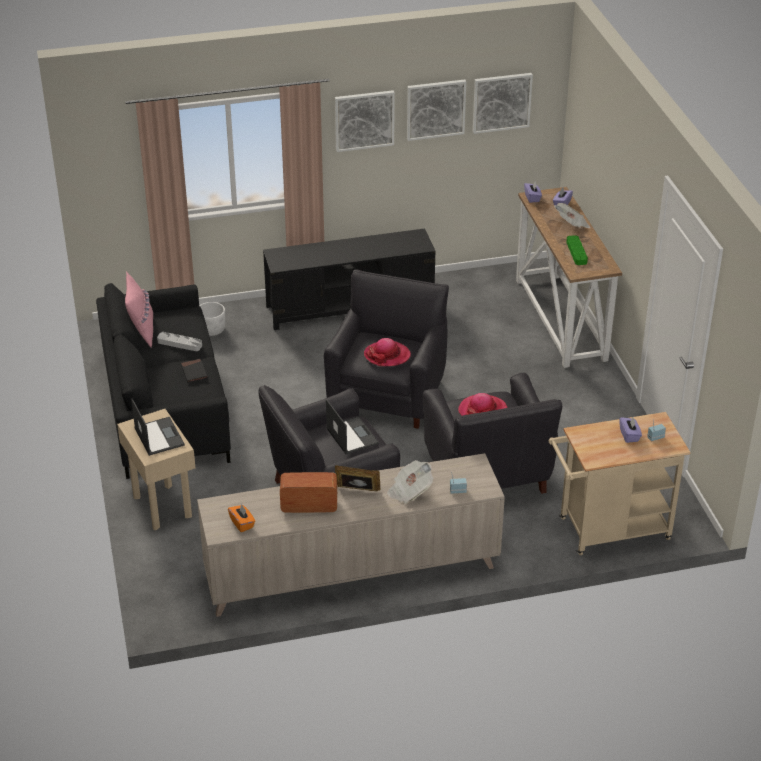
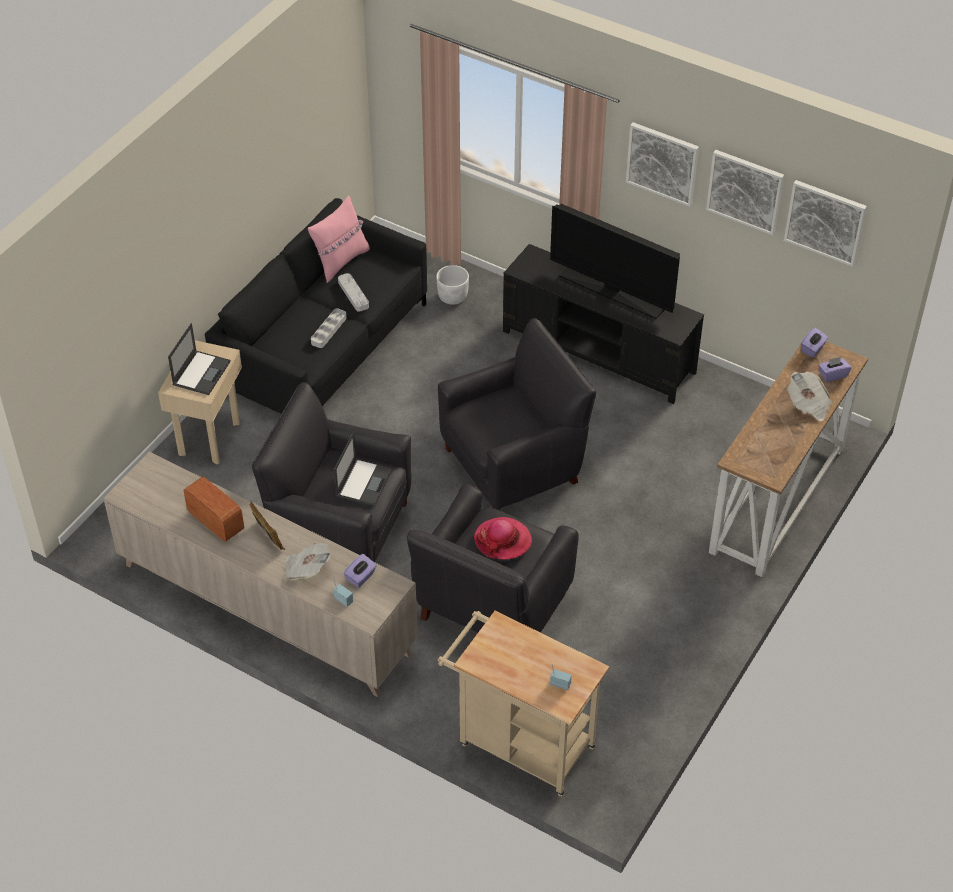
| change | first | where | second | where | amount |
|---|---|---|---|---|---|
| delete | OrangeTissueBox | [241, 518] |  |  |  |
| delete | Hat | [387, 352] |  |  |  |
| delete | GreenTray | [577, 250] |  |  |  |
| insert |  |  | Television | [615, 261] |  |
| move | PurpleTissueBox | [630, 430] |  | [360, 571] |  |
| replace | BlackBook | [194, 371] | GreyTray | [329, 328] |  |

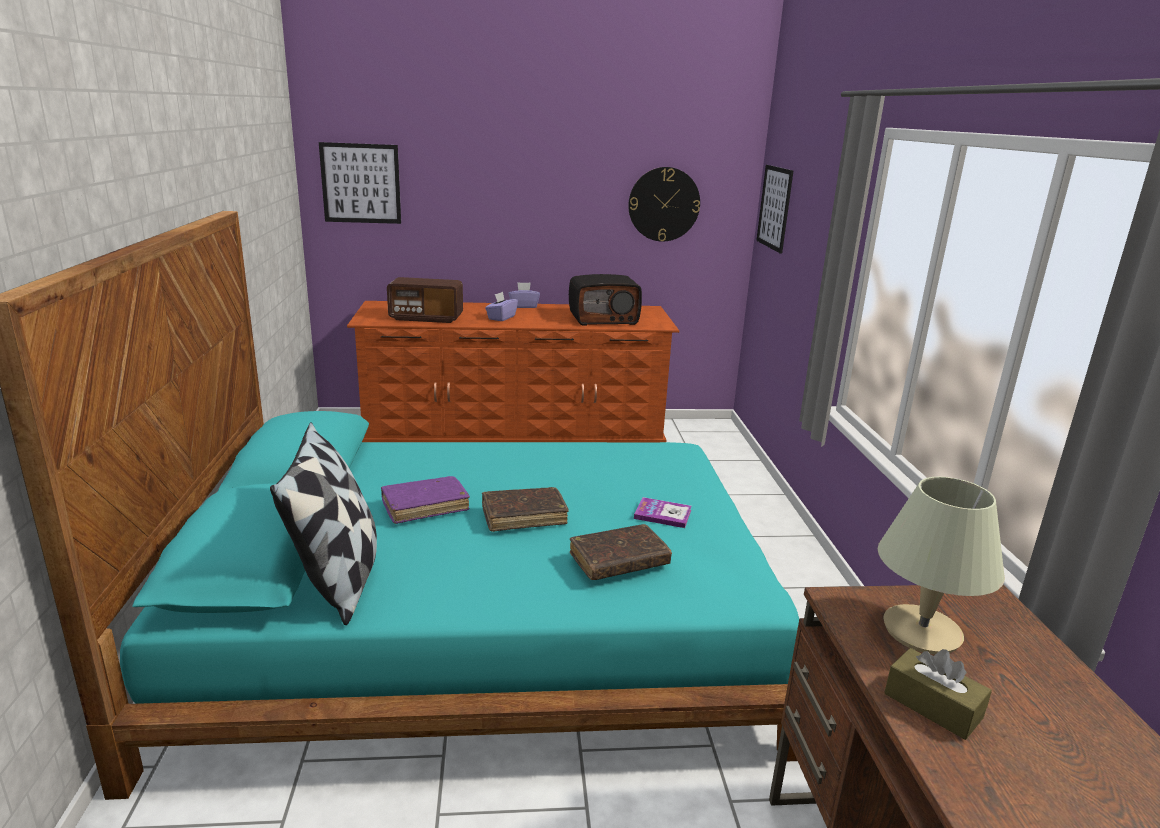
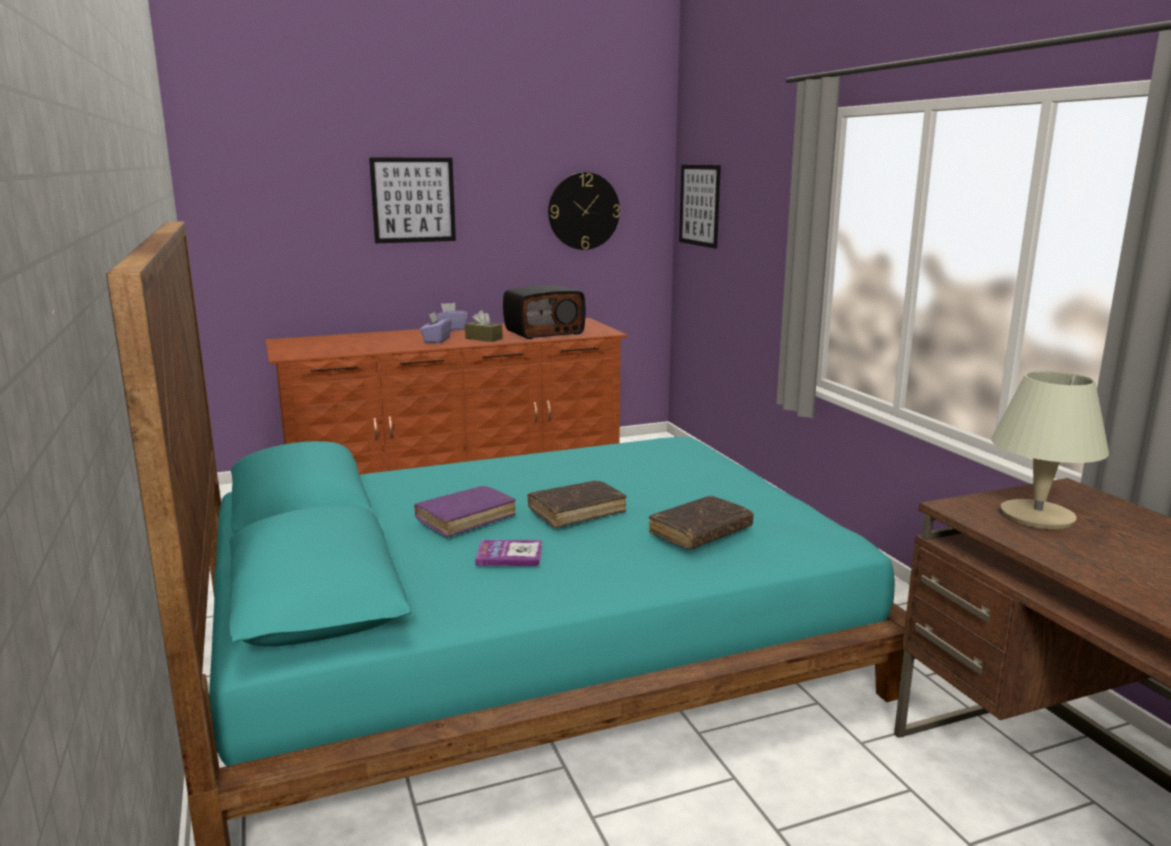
| change | first | where | second | where | amount |
|---|---|---|---|---|---|
| delete | Pillow | [323, 523] |  |  |  |
| delete | Radio | [425, 300] |  |  |  |
| move | Picture | [360, 183] |  | [412, 200] |  |
| move | Book | [663, 512] |  | [508, 553] |  |
| move | BrownTissueBox | [938, 694] |  | [484, 326] |  |

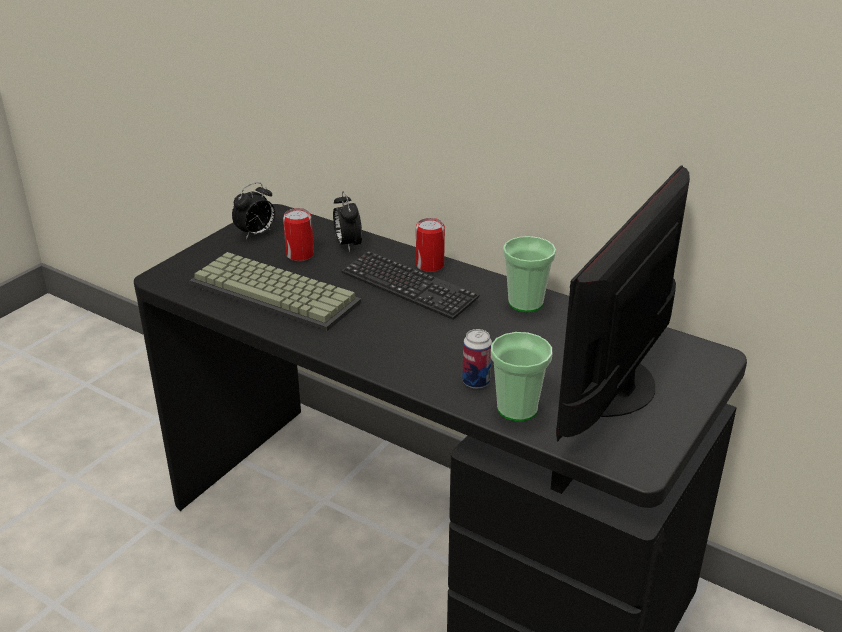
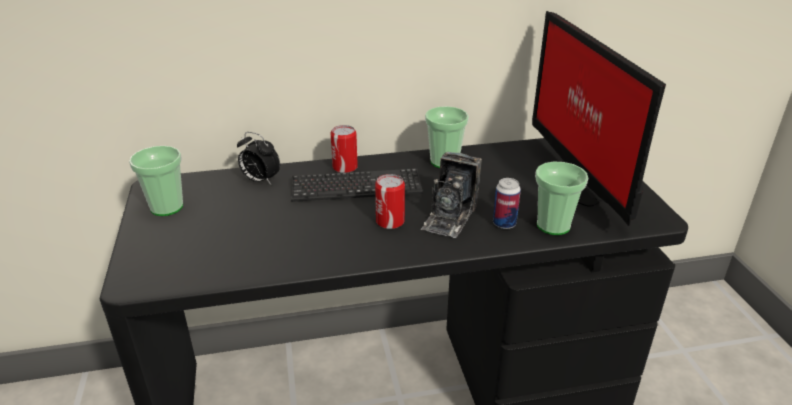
| change | first | where | second | where | amount |
|---|---|---|---|---|---|
| delete | Keyboard | [275, 292] |  |  |  |
| insert |  |  | PhotoCamera | [451, 195] |  |
| move | Can | [298, 234] |  | [390, 201] |  |
| replace | AlarmClock | [253, 210] | Cup | [156, 181] |  |

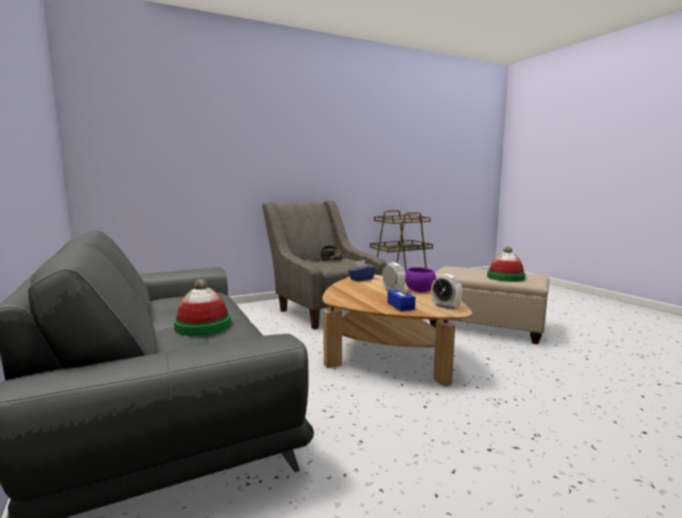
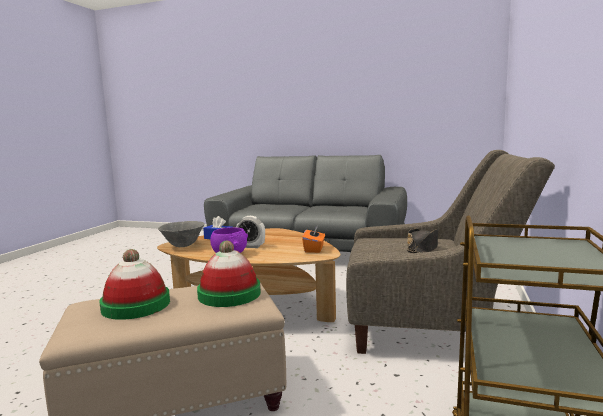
| change | first | where | second | where | amount |
|---|---|---|---|---|---|
| move | Hat | [202, 307] |  | [229, 273] |  |
| replace | AlarmClock | [446, 291] | GreyBowl | [181, 234] |  |
| recolor | BlueTissueBox | [362, 270] | OrangeTissueBox | [313, 239] |  |

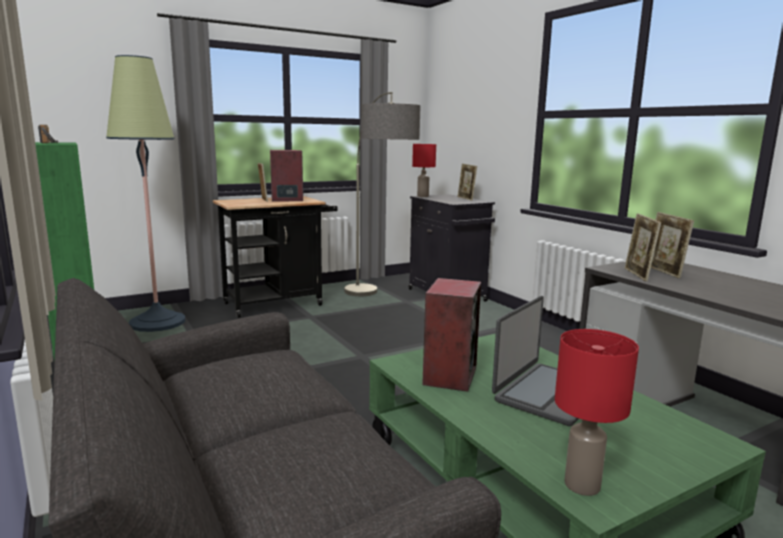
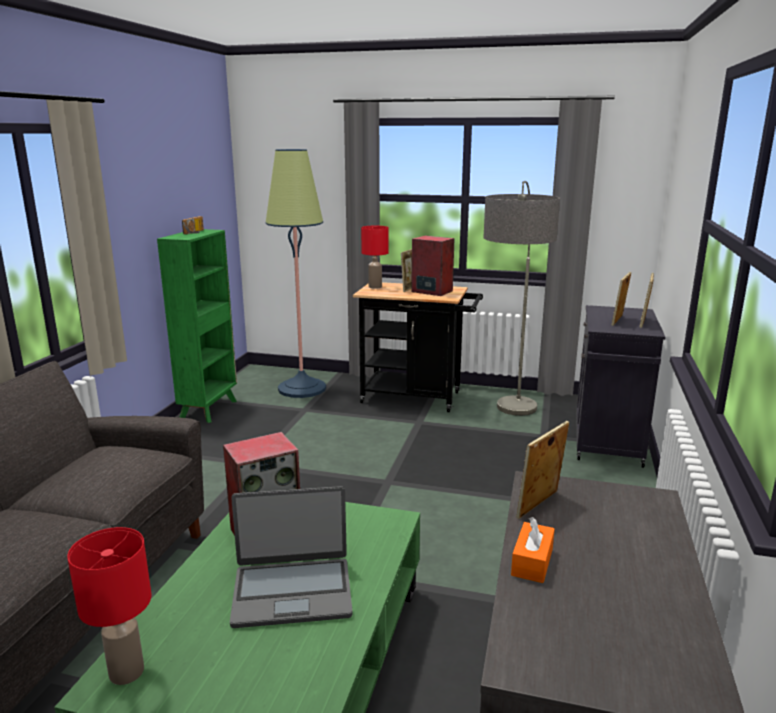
| change | first | where | second | where | amount |
|---|---|---|---|---|---|
| insert |  |  | OrangeTissueBox | [533, 550] |  |
| move | RedTableLamp | [424, 170] |  | [375, 257] |  |
| move | PictureFrame | [672, 245] |  | [621, 299] |  |

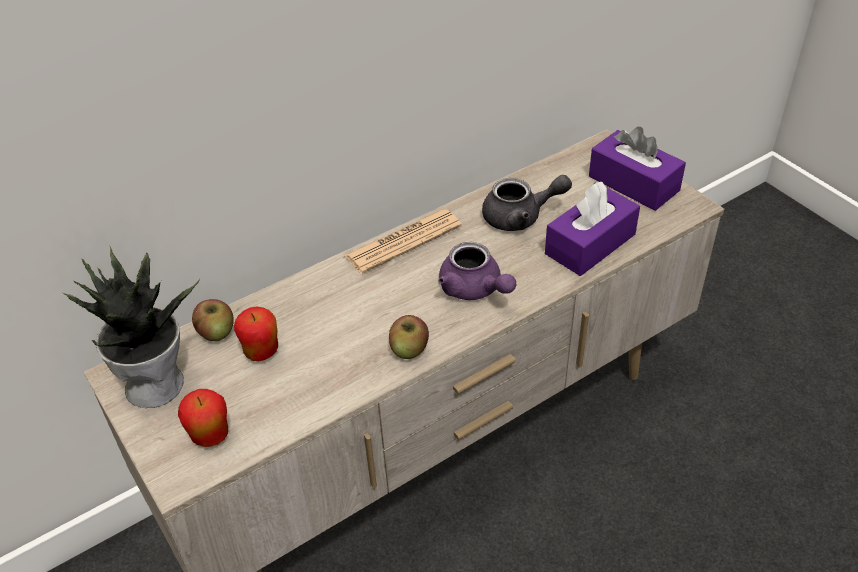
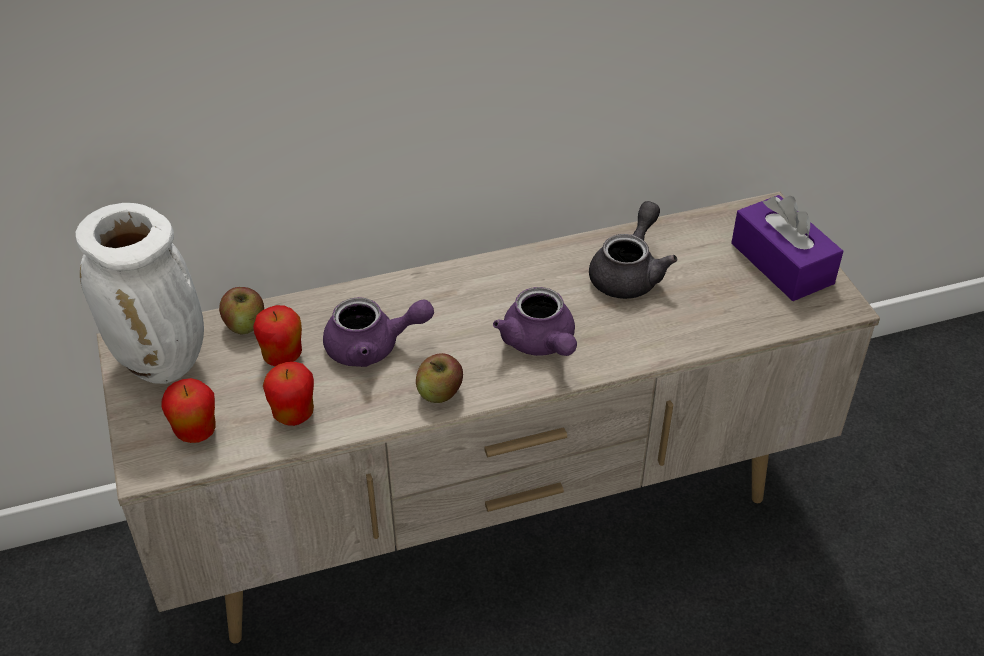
| change | first | where | second | where | amount |
|---|---|---|---|---|---|
| delete | Newspaper | [403, 241] |  |  |  |
| delete | PurpleTissueBox | [592, 229] |  |  |  |
| insert |  |  | Apple | [288, 394] |  |
| insert |  |  | PurpleTeapot | [378, 332] |  |
| replace | PottedPlant | [131, 326] | WhiteVase | [140, 293] |  |
| rotate | GreyTeapot | [527, 203] |  | [633, 250] | 75 degrees counterclockwise |

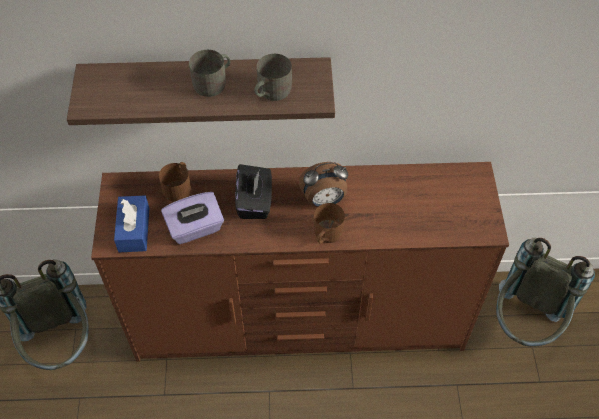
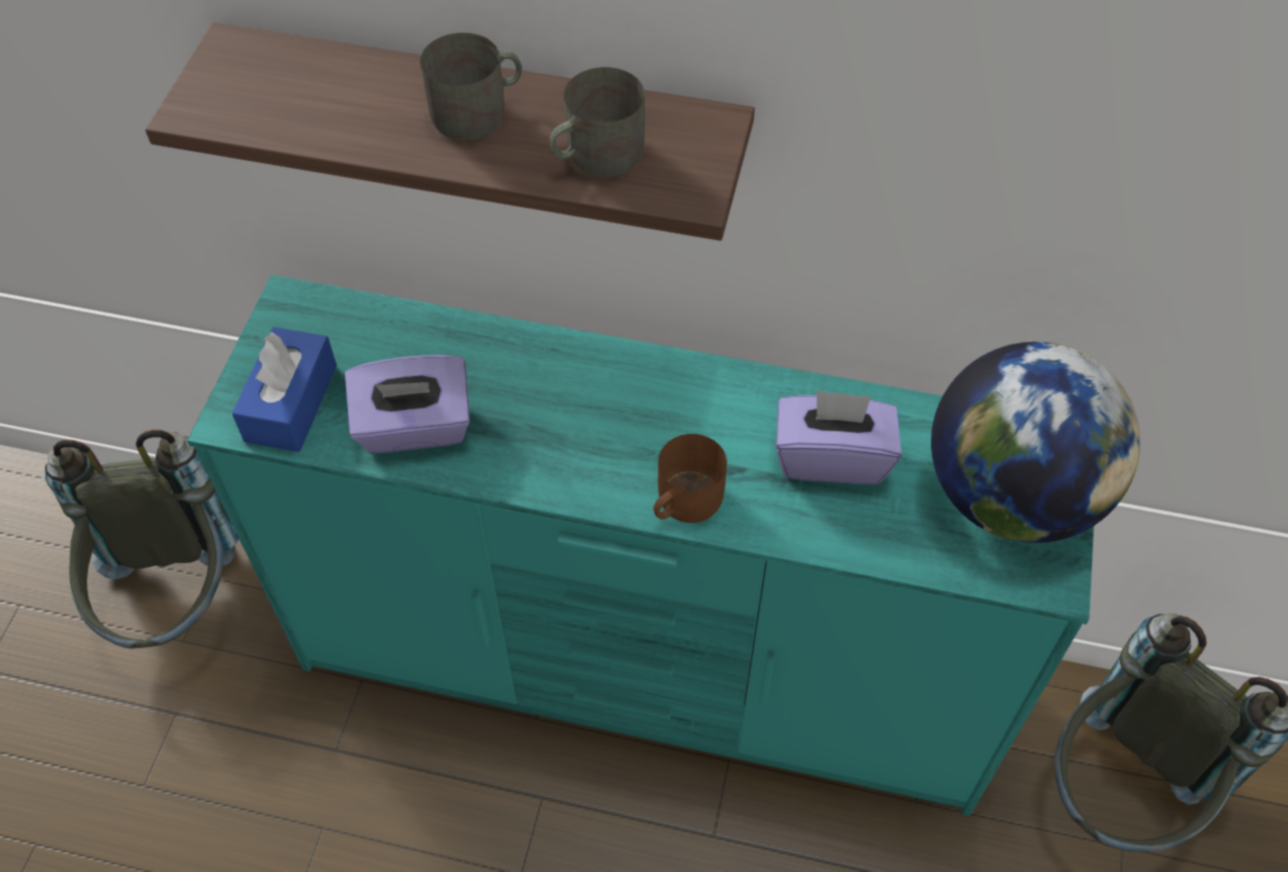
| change | first | where | second | where | amount |
|---|---|---|---|---|---|
| delete | BrownMug | [175, 182] |  |  |  |
| delete | BlackTissueBox | [253, 191] |  |  |  |
| delete | AlarmClock | [323, 184] |  |  |  |
| insert |  |  | PurpleTissueBox | [839, 437] |  |
| insert |  |  | Globe | [1035, 442] |  |
| recolor | BrownDresser | [300, 262] | TurquoiseDresser | [640, 545] |  |

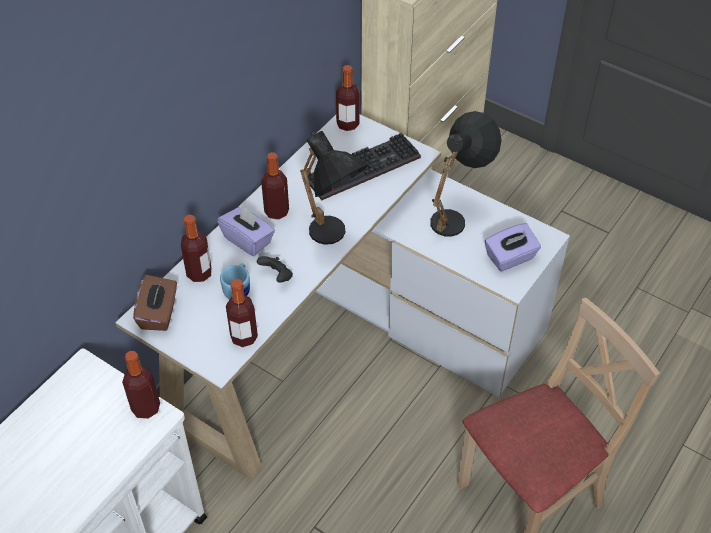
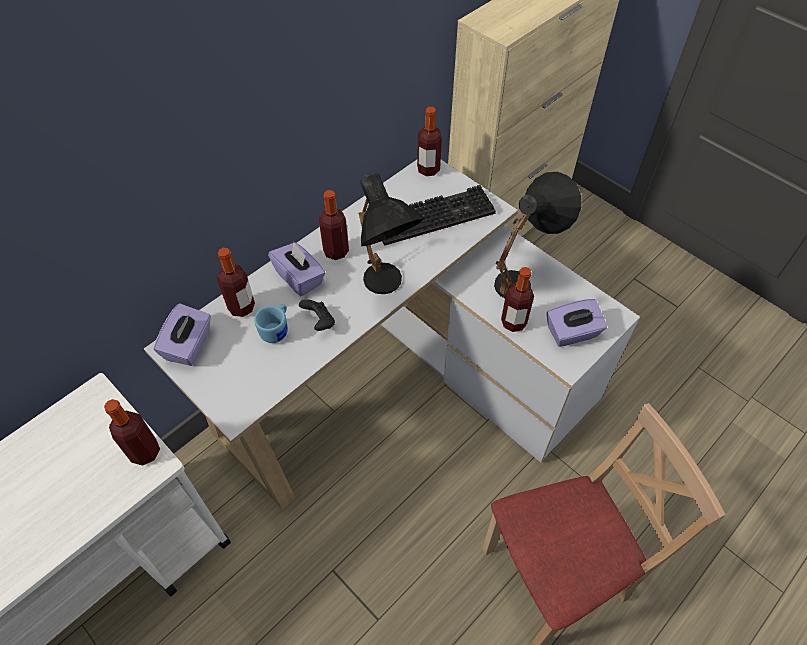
| change | first | where | second | where | amount |
|---|---|---|---|---|---|
| move | Bottle | [242, 313] |  | [517, 299] |  |
| recolor | BrownTissueBox | [155, 303] | PurpleTissueBox | [182, 334] |  |

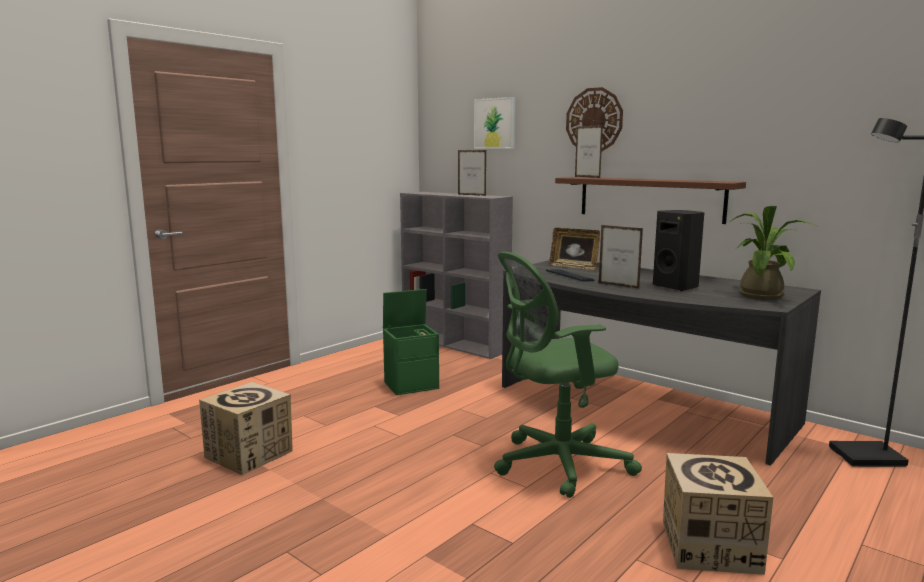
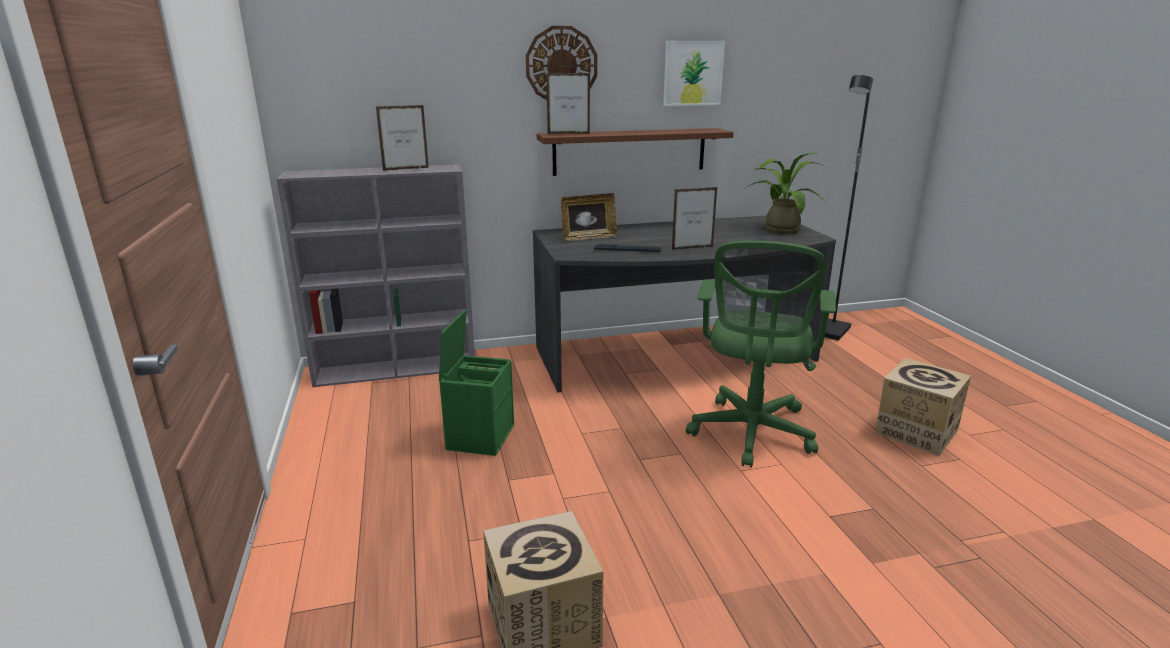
| change | first | where | second | where | amount |
|---|---|---|---|---|---|
| delete | BlackSpeaker | [678, 250] |  |  |  |
| move | Picture | [494, 123] |  | [694, 73] |  |

